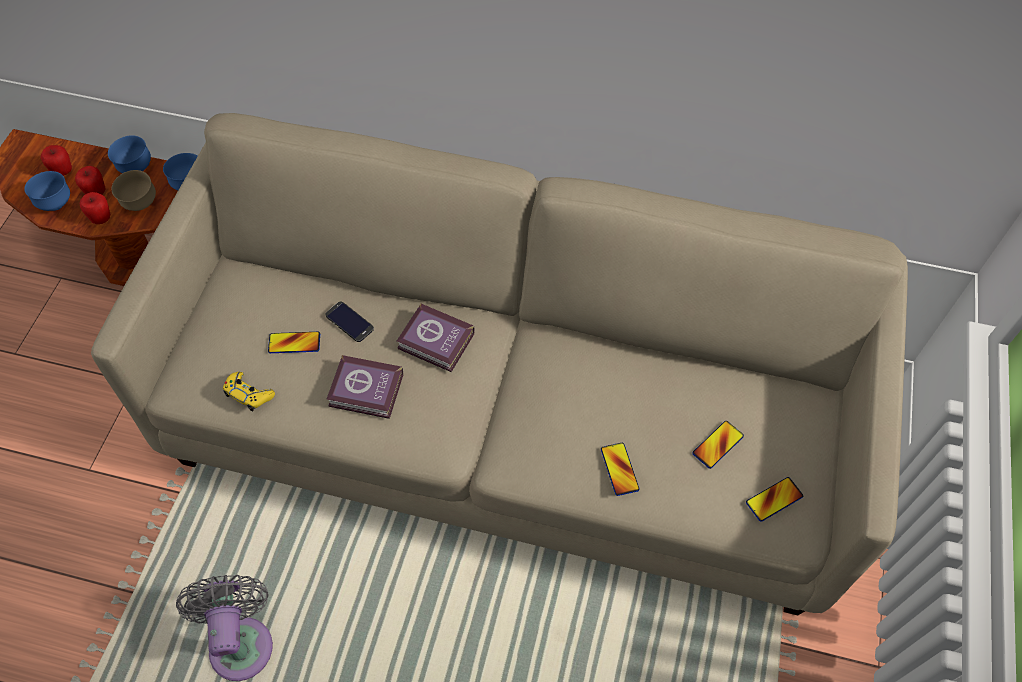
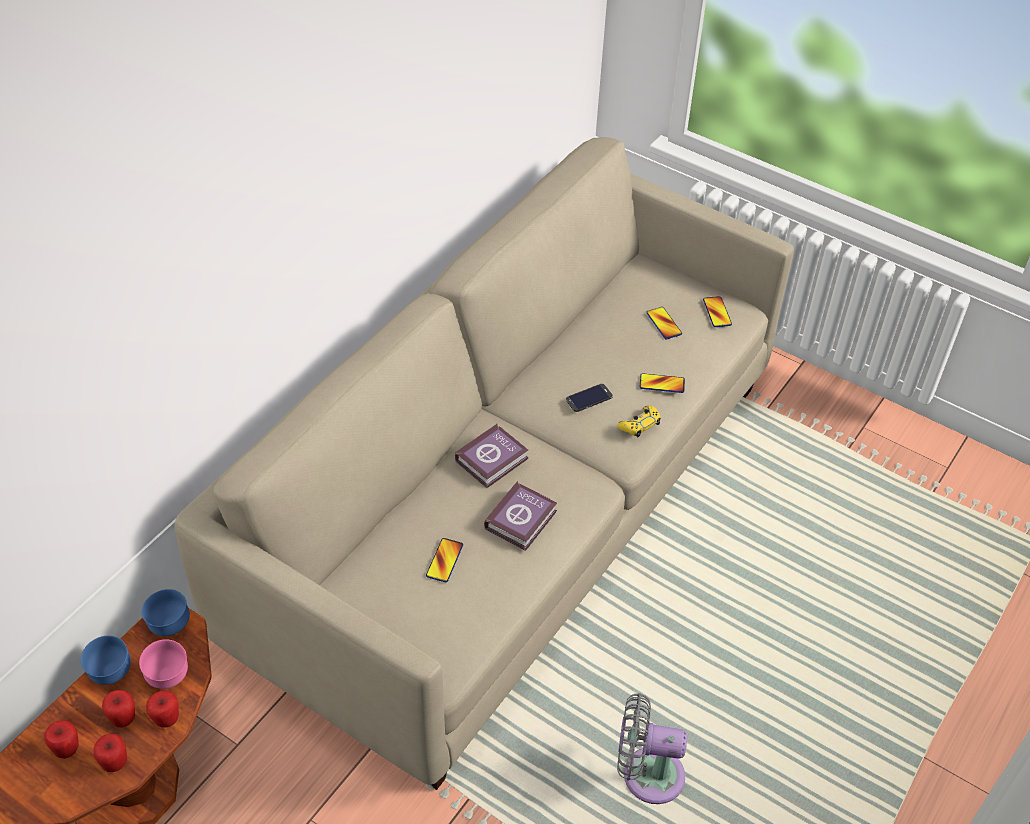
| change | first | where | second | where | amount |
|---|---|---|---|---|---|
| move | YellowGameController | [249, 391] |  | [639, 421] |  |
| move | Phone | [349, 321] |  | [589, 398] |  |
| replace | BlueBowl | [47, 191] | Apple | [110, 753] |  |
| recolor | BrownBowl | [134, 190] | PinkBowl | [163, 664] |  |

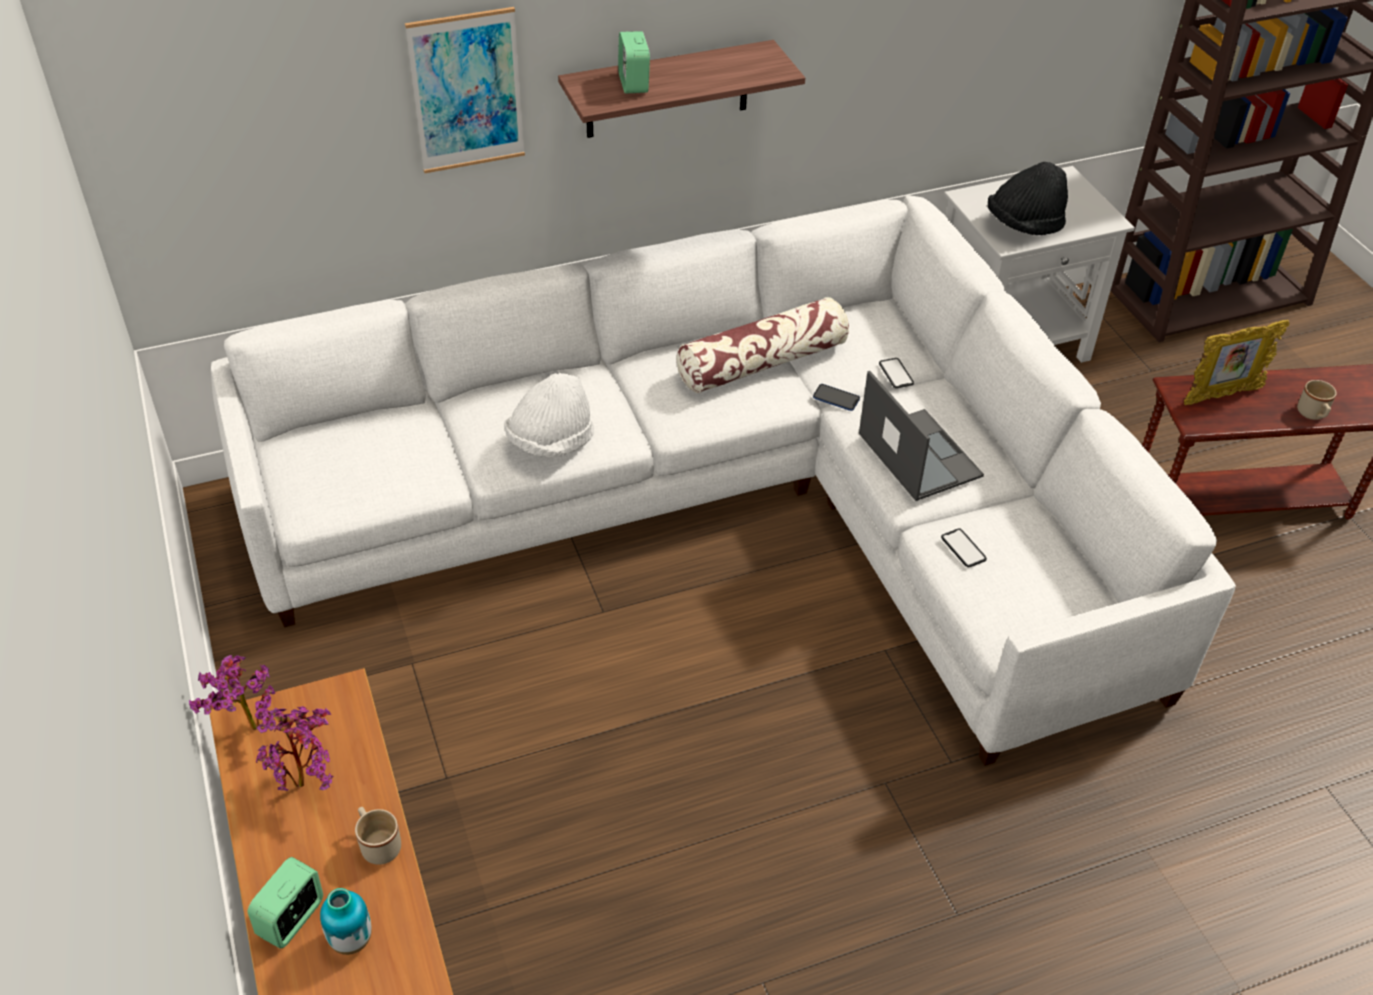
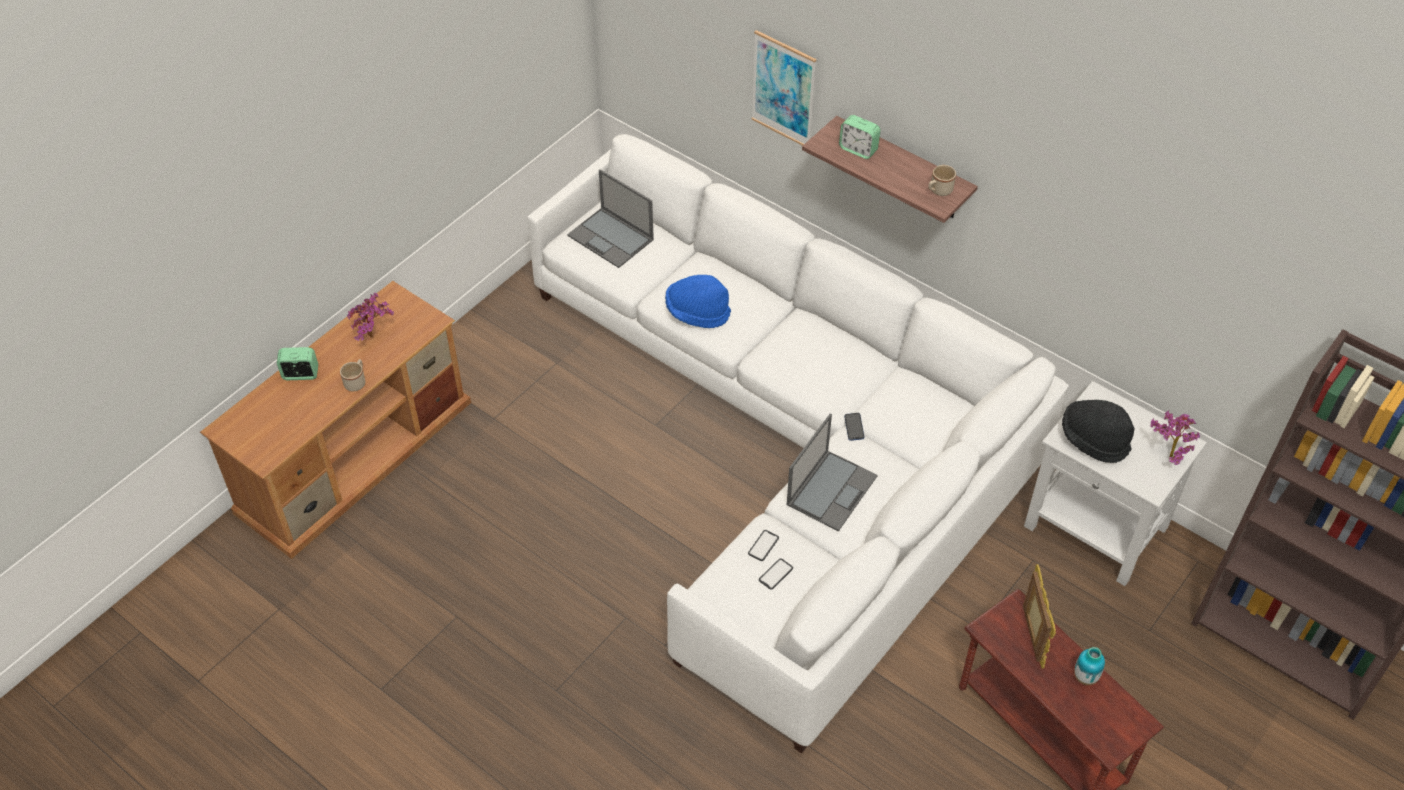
| change | first | where | second | where | amount |
|---|---|---|---|---|---|
| delete | Pillow | [763, 345] |  |  |  |
| insert |  |  | Laptop | [610, 218] |  |
| move | PottedPlant | [232, 694] |  | [1175, 438] |  |
| move | Vase | [346, 921] |  | [1089, 666] |  |
| move | Phone | [896, 373] |  | [776, 574] |  |
| move | BeigeMug | [1317, 400] |  | [942, 180] |  |
| recolor | WhiteHat | [549, 415] | BlueHat | [698, 301] |  |
| rotate | AlarmClock | [634, 62] |  | [860, 137] | 105 degrees counterclockwise |
| rotate | PictureFrame | [1236, 362] |  | [1039, 616] | 135 degrees counterclockwise |

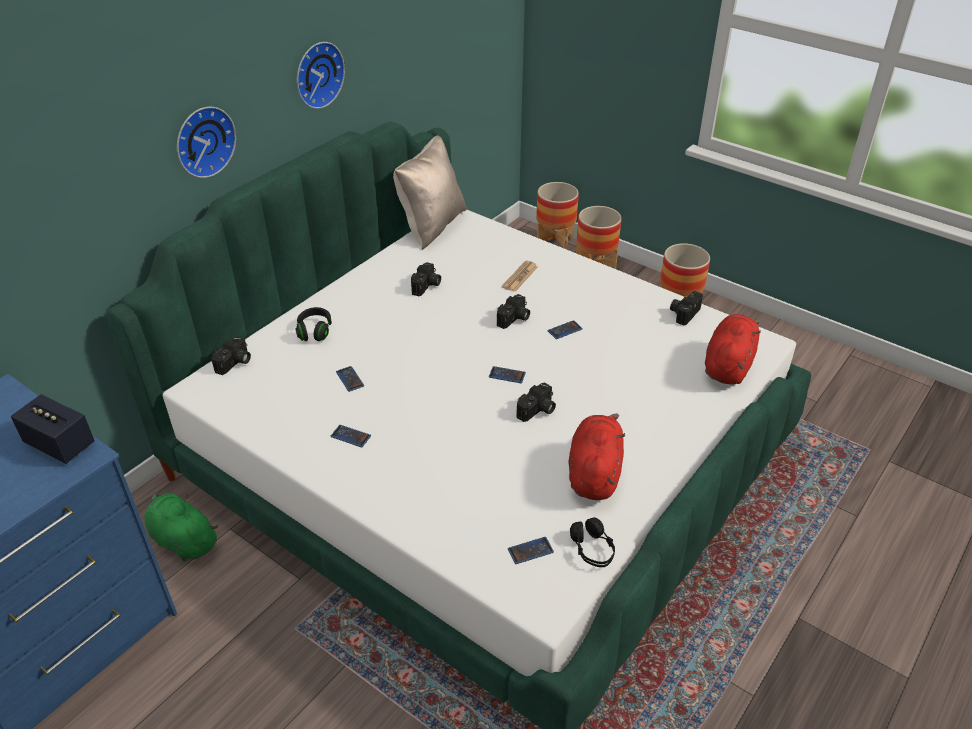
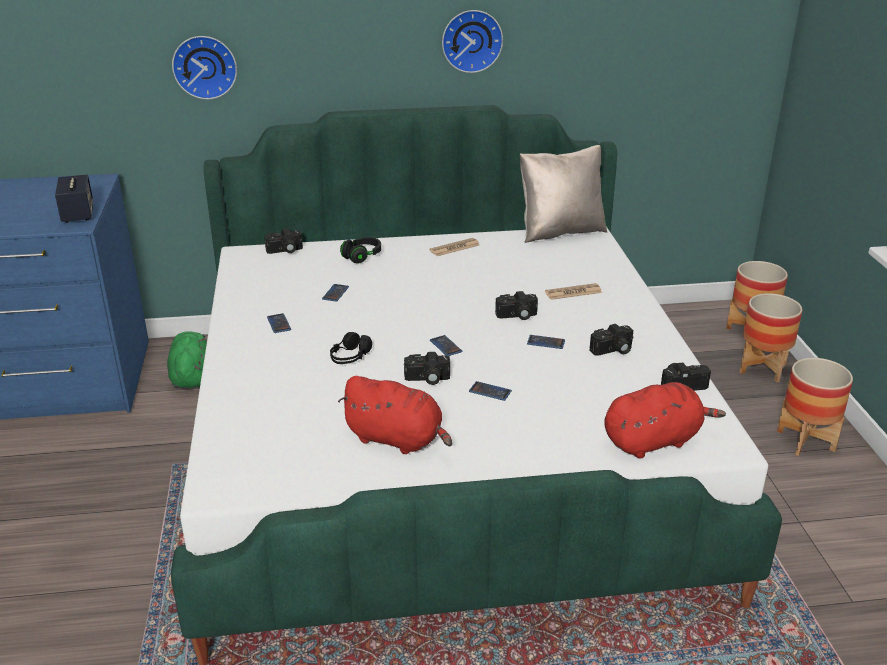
| change | first | where | second | where | amount |
|---|---|---|---|---|---|
| insert |  |  | Newspaper | [454, 247] |  |
| move | WallClock | [206, 142] |  | [204, 67] |  |
| move | PhotoCamera | [426, 279] |  | [611, 340] |  |
| move | Phone | [531, 550] |  | [490, 391] |  |
| move | BlackHeadphones | [592, 542] |  | [351, 348] |  |
| rotate | RedPlushToy | [597, 457] |  | [395, 415] | 60 degrees clockwise |

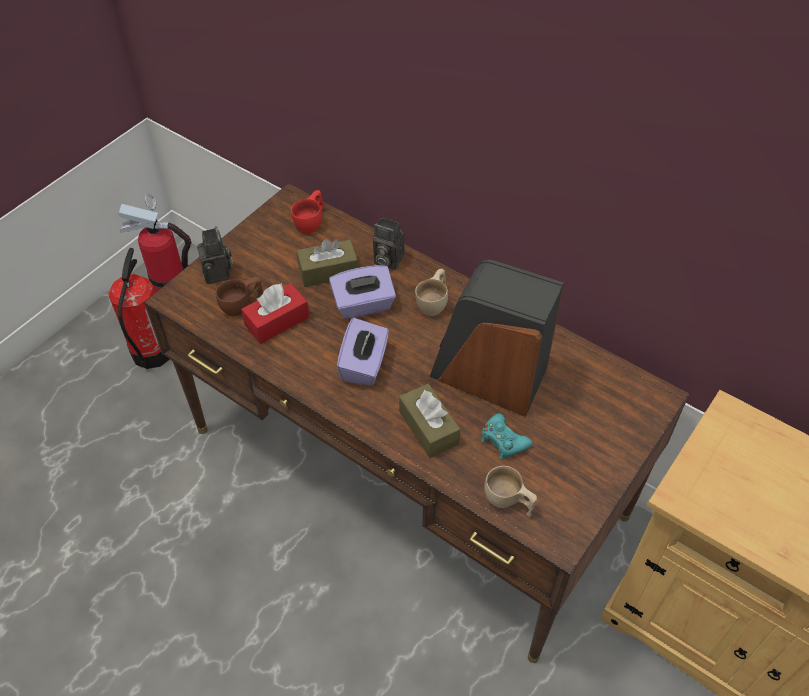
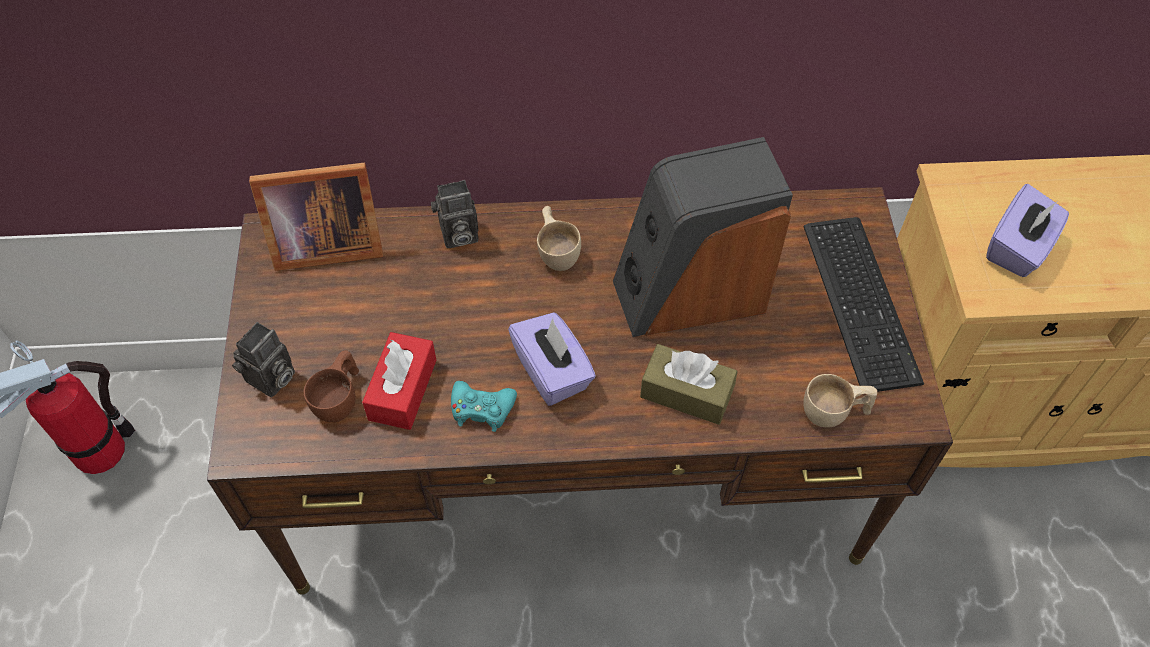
| change | first | where | second | where | amount |
|---|---|---|---|---|---|
| delete | FireExtinguisher | [139, 308] |  |  |  |
| delete | BrownTissueBox | [327, 263] |  |  |  |
| insert |  |  | Keyboard | [864, 304] |  |
| move | PurpleTissueBox | [362, 292] |  | [1027, 230] |  |
| move | TurquoiseGameController | [506, 436] |  | [484, 406] |  |
| replace | RedCup | [307, 211] | PictureFrame | [316, 217] |  |
| rotate | PhotoCamera | [215, 255] |  | [263, 359] | 90 degrees clockwise |

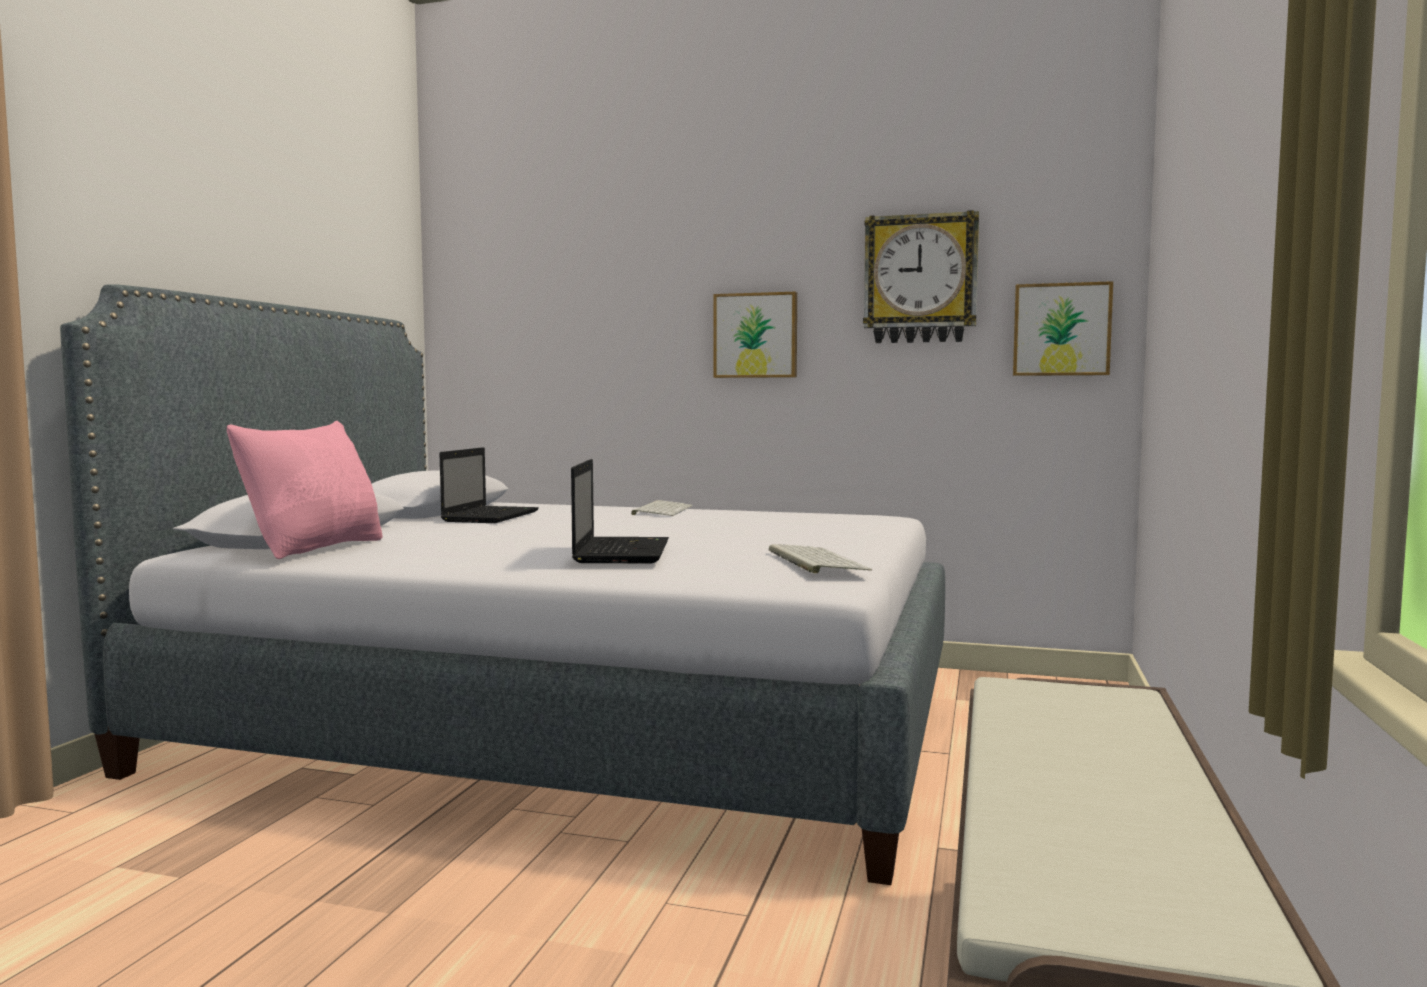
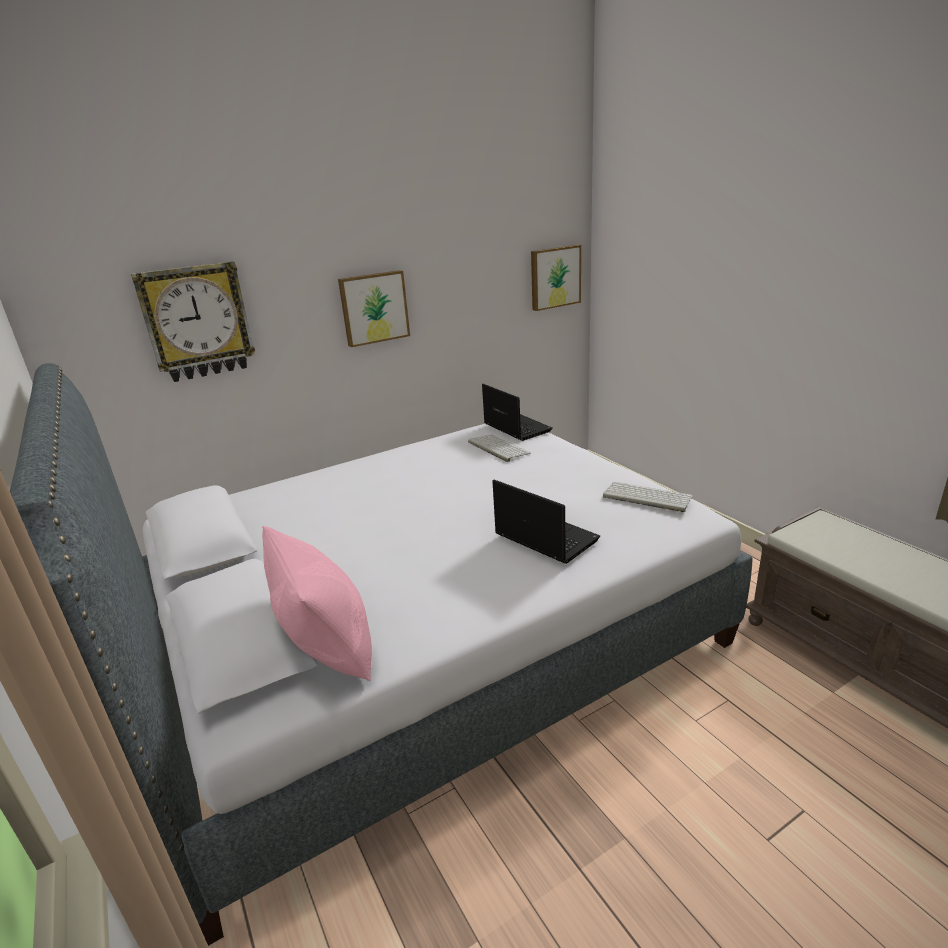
| change | first | where | second | where | amount |
|---|---|---|---|---|---|
| move | Laptop | [489, 485] |  | [517, 412] |  |
| move | Keyboard | [662, 508] |  | [499, 448] |  |
| move | WallClock | [921, 276] |  | [193, 321] |  |

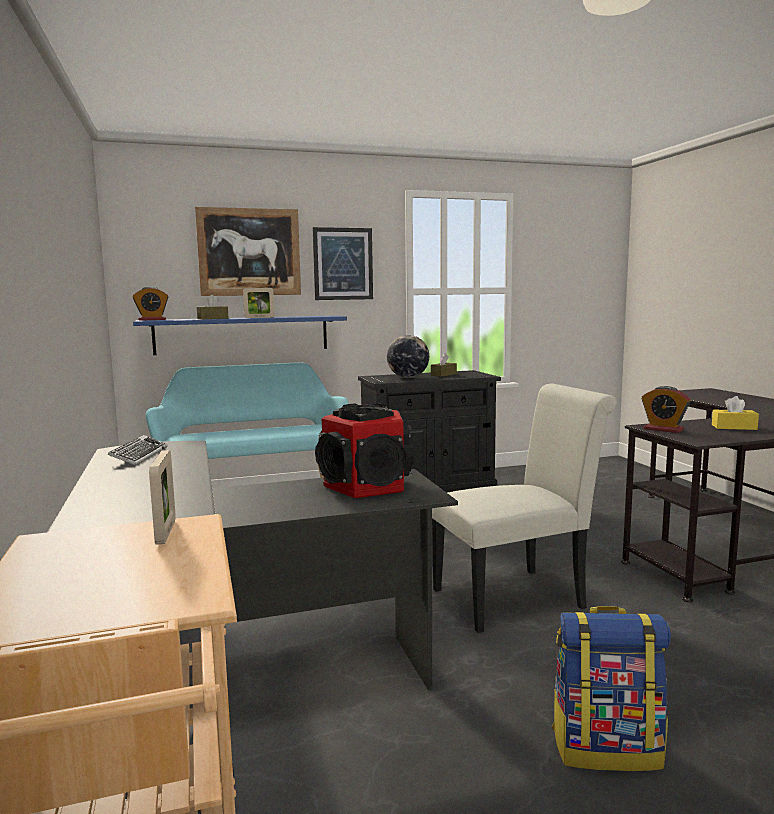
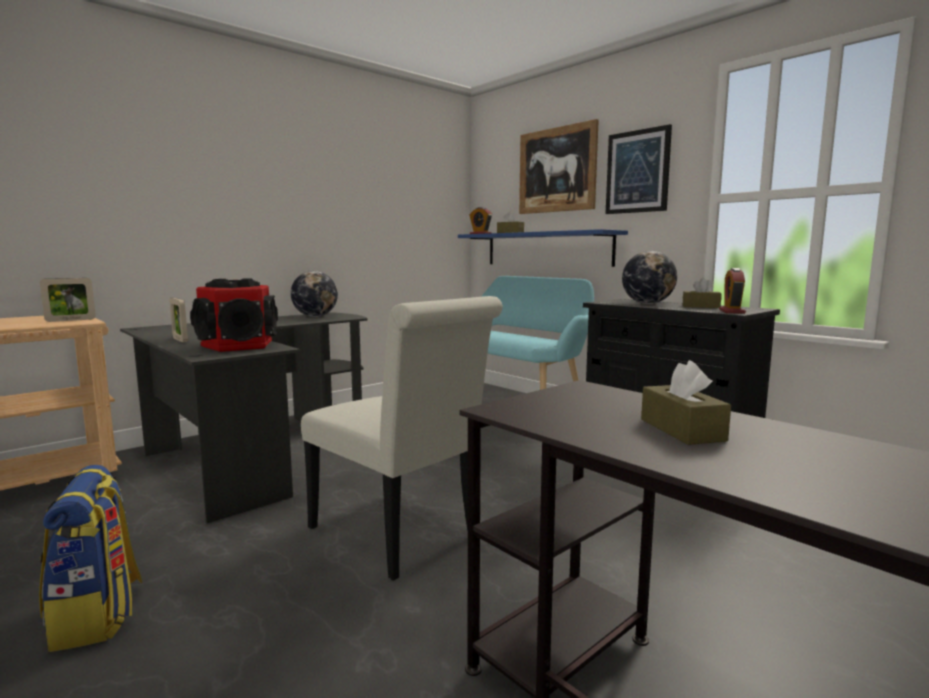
| change | first | where | second | where | amount |
|---|---|---|---|---|---|
| move | PictureFrame | [258, 303] |  | [179, 320] |  |
| move | AlarmClock | [665, 409] |  | [732, 291] |  |
| replace | Keyboard | [138, 450] | Globe | [314, 294] |  |
| recolor | YellowTissueBox | [735, 413] | BrownTissueBox | [686, 402] |  |

